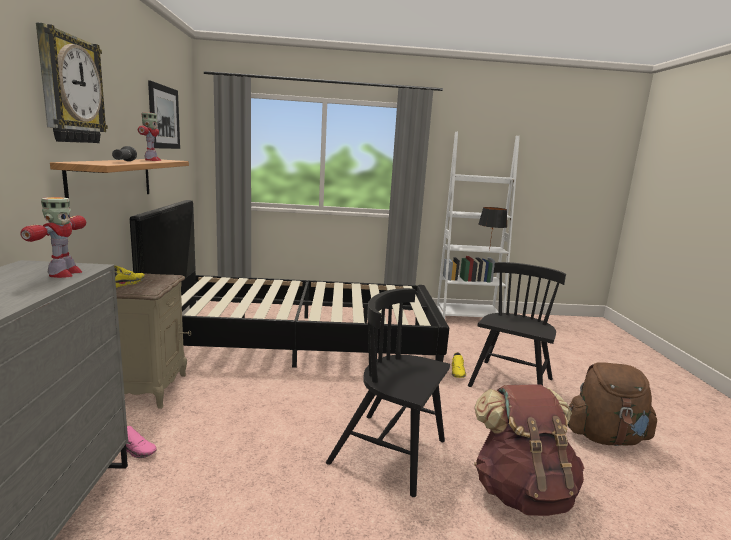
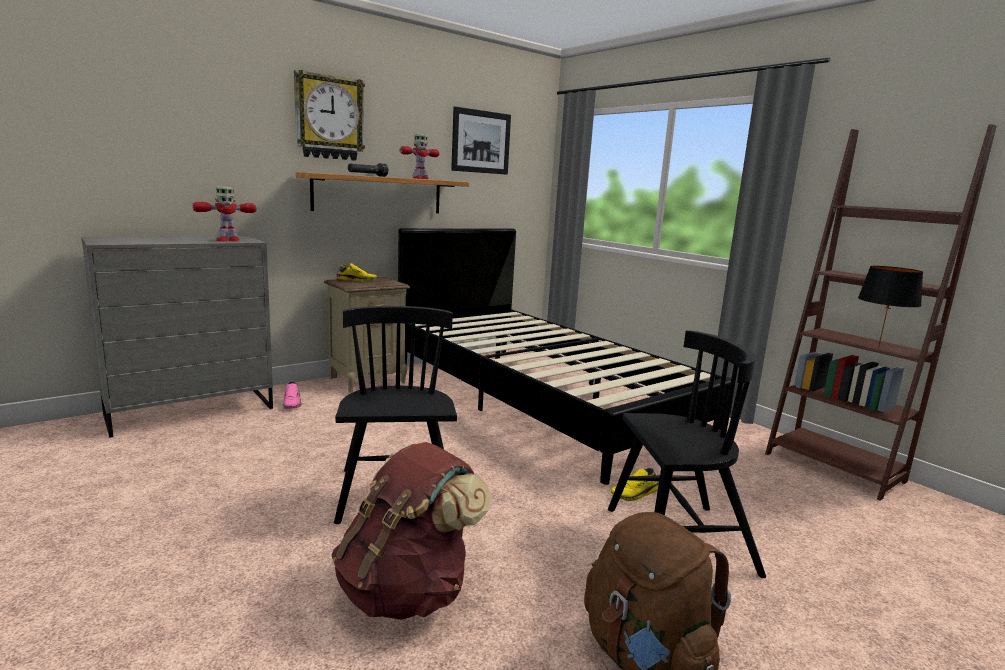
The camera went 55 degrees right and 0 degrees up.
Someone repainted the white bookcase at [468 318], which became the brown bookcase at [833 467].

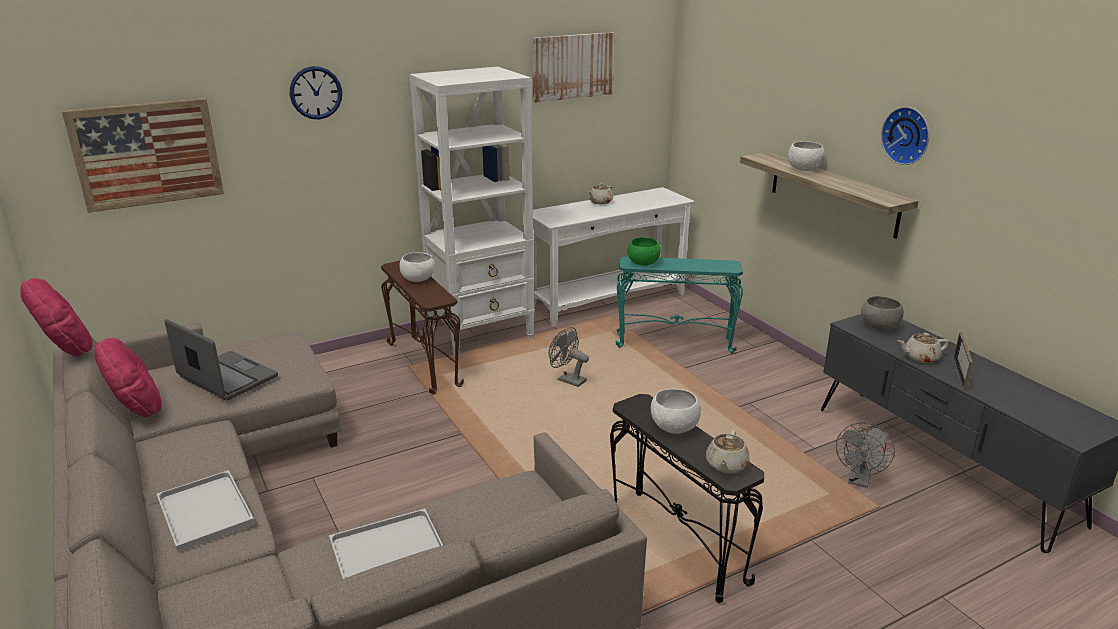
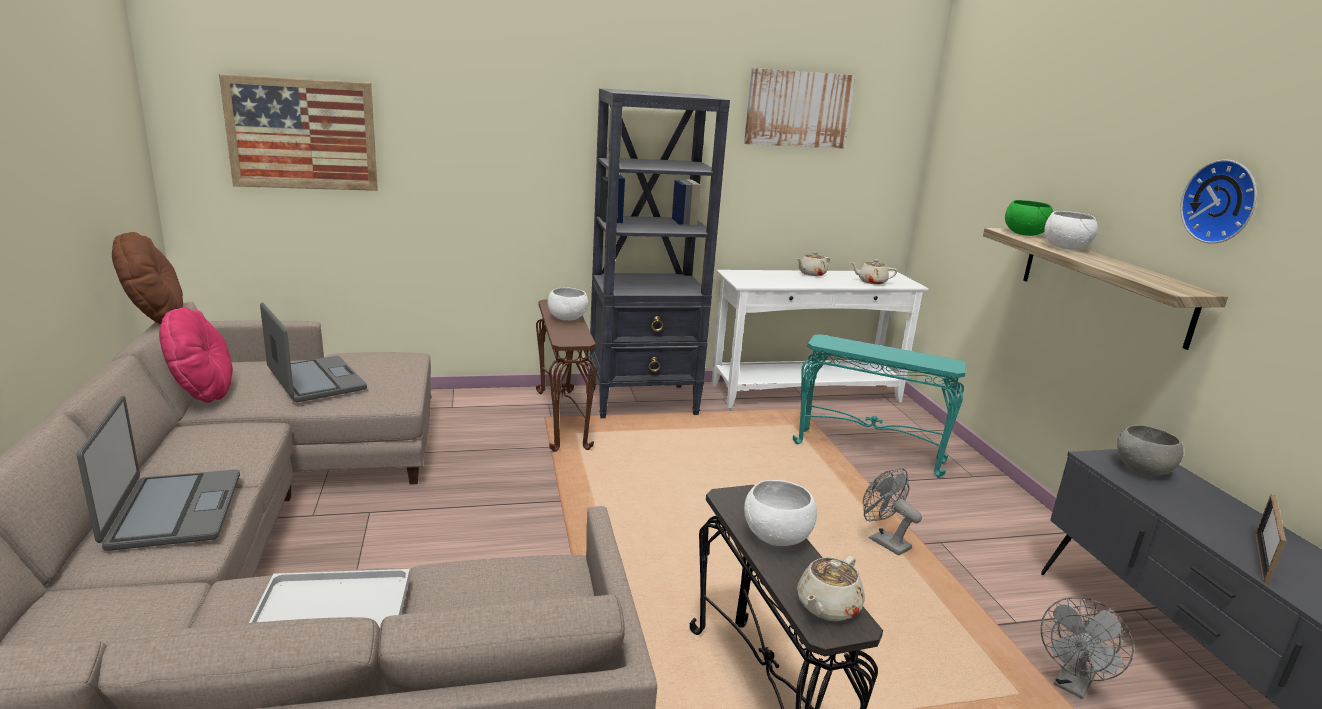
The camera went 15 degrees right and 5 degrees down.
Someone took away the wall clock at [316 92].
Someone carried the grey fan from [567 380] to [883 541].
Someone carried the green bowl from [643 263] to [1025 234].
Someone carried the beige teapot from [920 357] to [871 282].
Someone swapped the white tray at [203 510] for the laptop at [173 511].
Someone repainted the pink pillow at [66 352], which became the brown pillow at [156 319].
Someone repainted the white bookcase at [482 335], which became the black bookcase at [644 402].

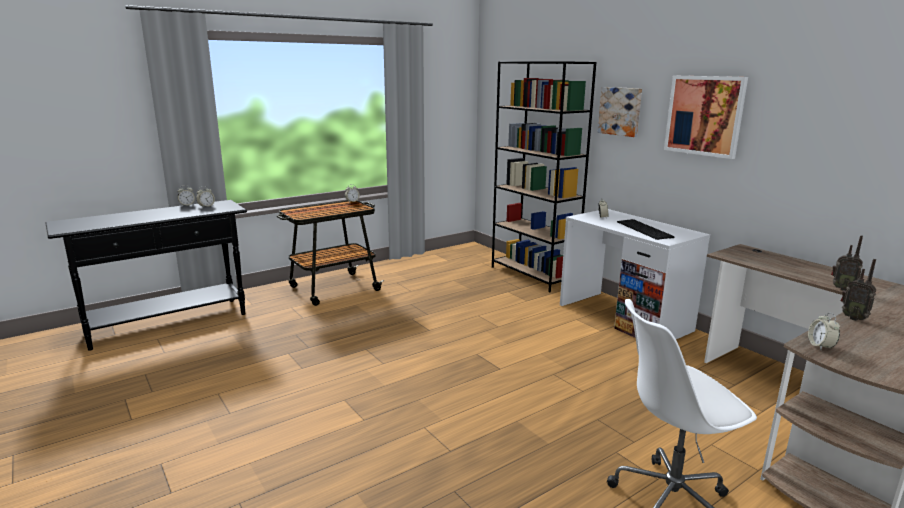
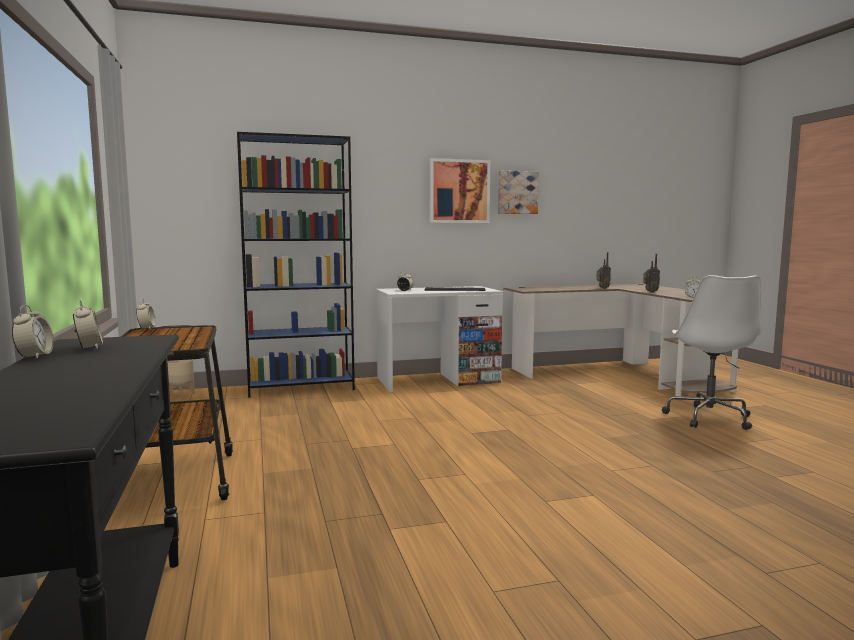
The camera went 70 degrees left and 10 degrees down.
Someone put down the beige planter at [181 395].
Someone carried the picture from [620 111] to [517 192].
Someone repainted the beige bookcase at [534 275], which became the blue bookcase at [301 387].

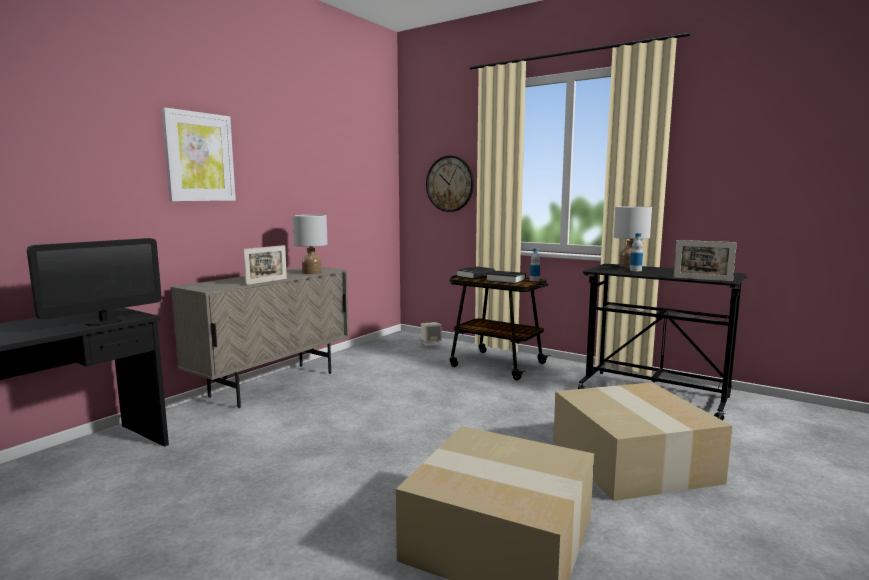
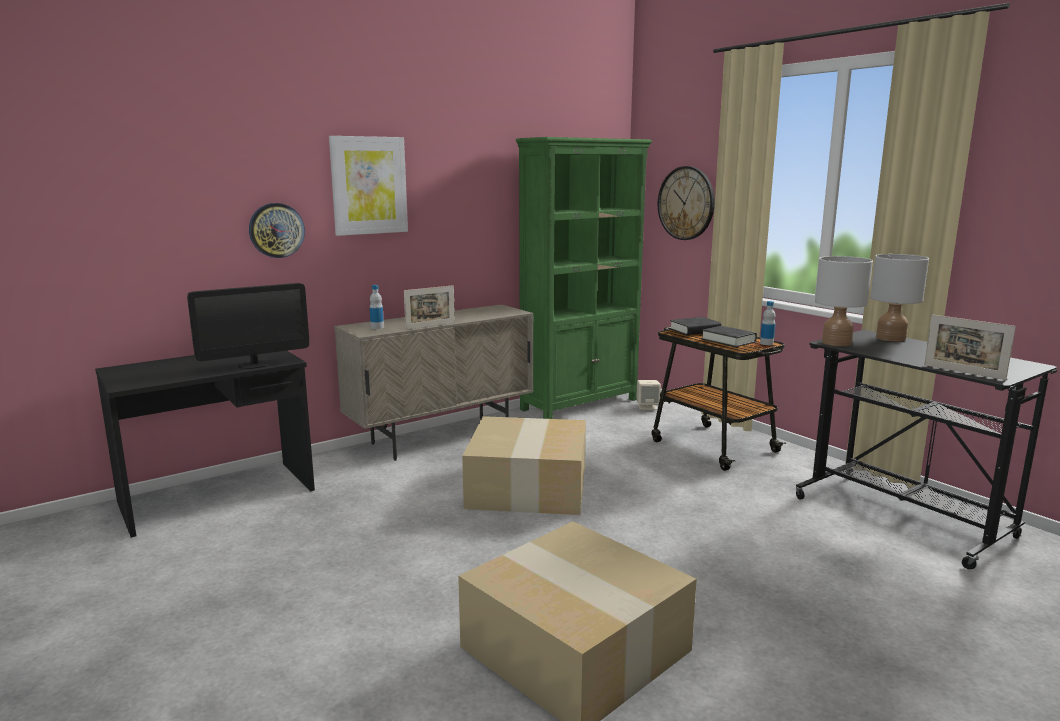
The camera went 20 degrees right and 5 degrees up.
Someone put up the wall clock at [276 230].
Someone put down the green bookcase at [580 404].
Someone carried the grey table lamp from [311 272] to [835 343].
Someone carried the cardboard box from [635 461] to [529 488].
Someone carried the bottle from [635 270] to [377 327].

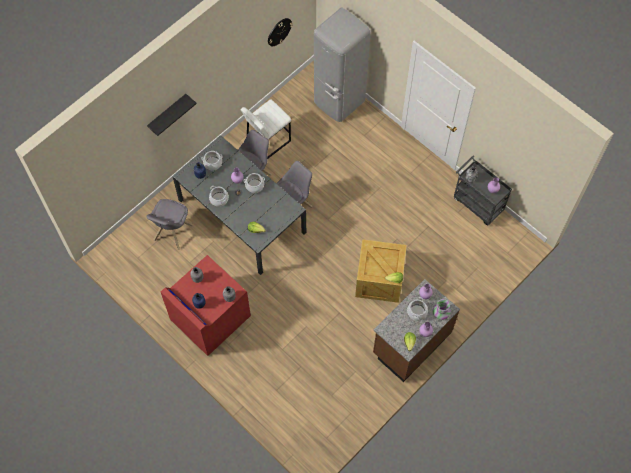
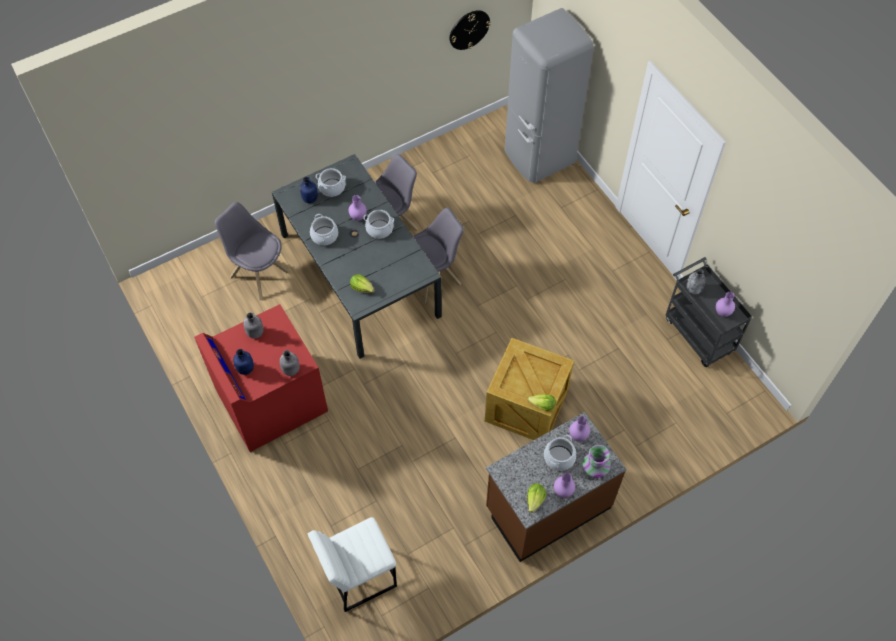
The camera went 15 degrees right and 5 degrees down.
Someone took away the black shelf at [167 114].
Someone carried the white stool from [267 141] to [358 577].
Someone rotated the grey chair at [172 232] by 90 degrees clockwise.

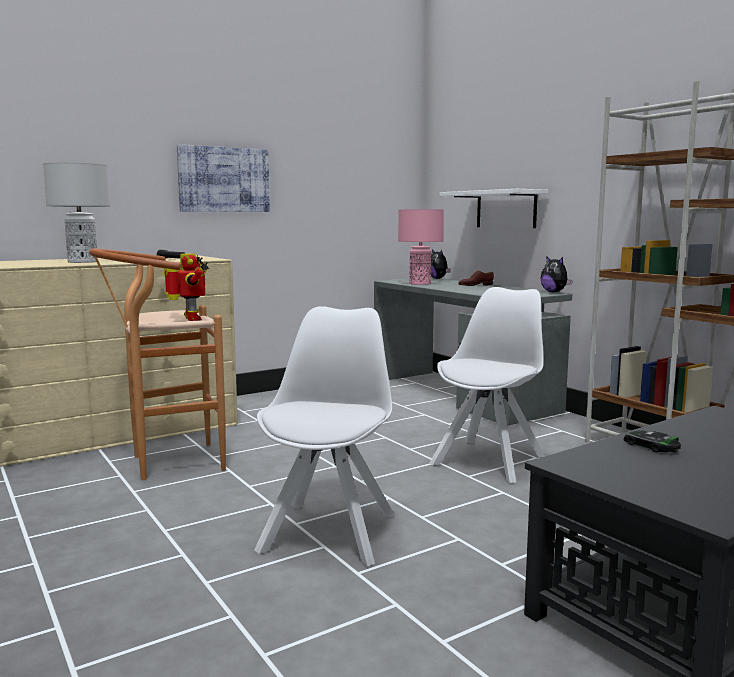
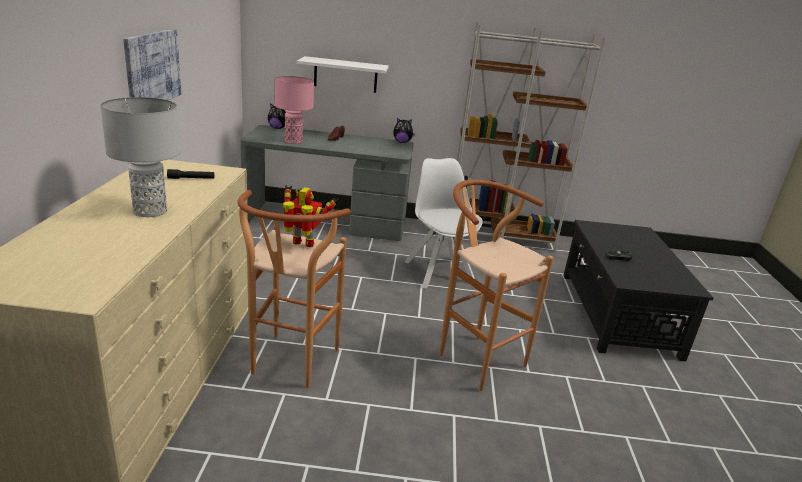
The camera went 55 degrees left and 15 degrees up.
Someone swapped the white chair at [330 531] for the brown stool at [475 357].

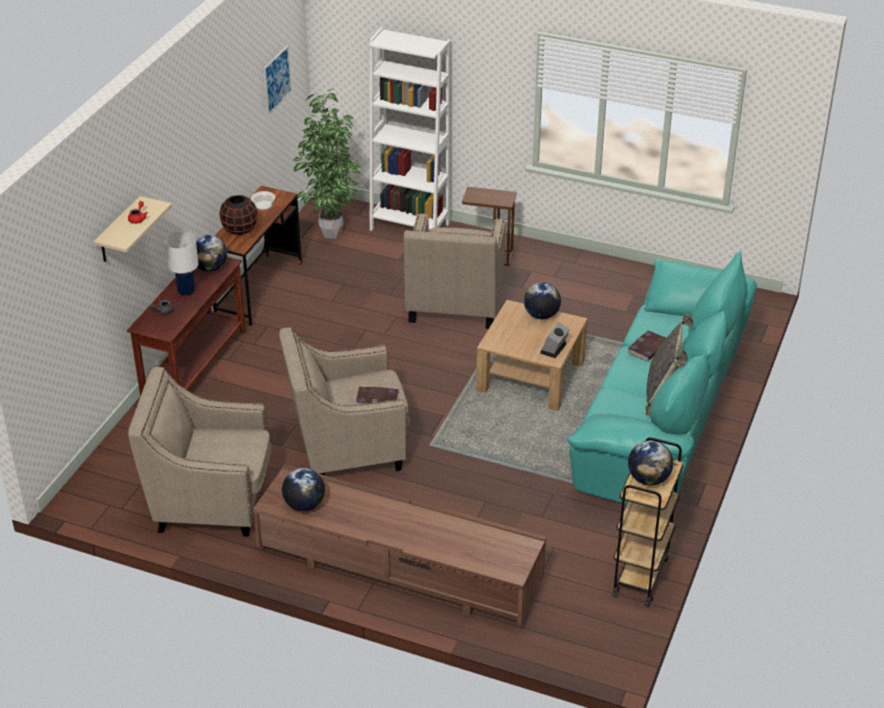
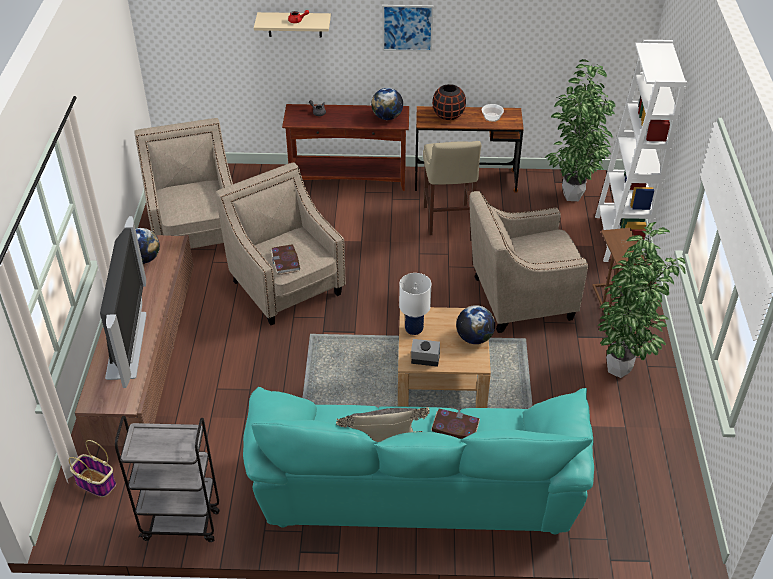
The camera went 70 degrees right and 5 degrees up.
Someone took away the globe at [648 479].
Someone put down the basket at [95 483].
Someone put down the television at [128 344].
Someone put down the beige stool at [448 221].
Someone put down the potted plant at [621 371].
Someone carried the white table lamp from [186 292] to [414 330].
Someone carried the picture from [277 79] to [407 28].
Someone repainted the brown cart at [641 578], which became the grey cart at [180 526].

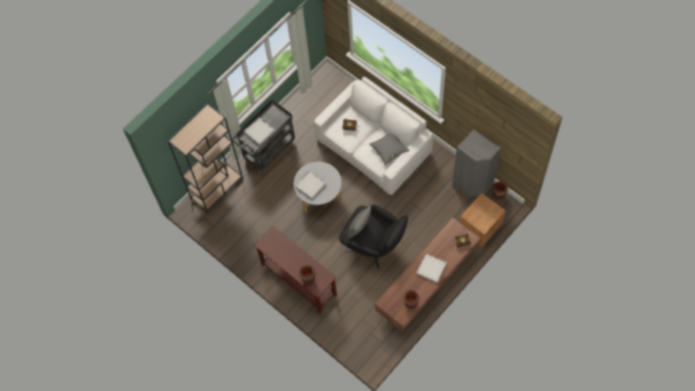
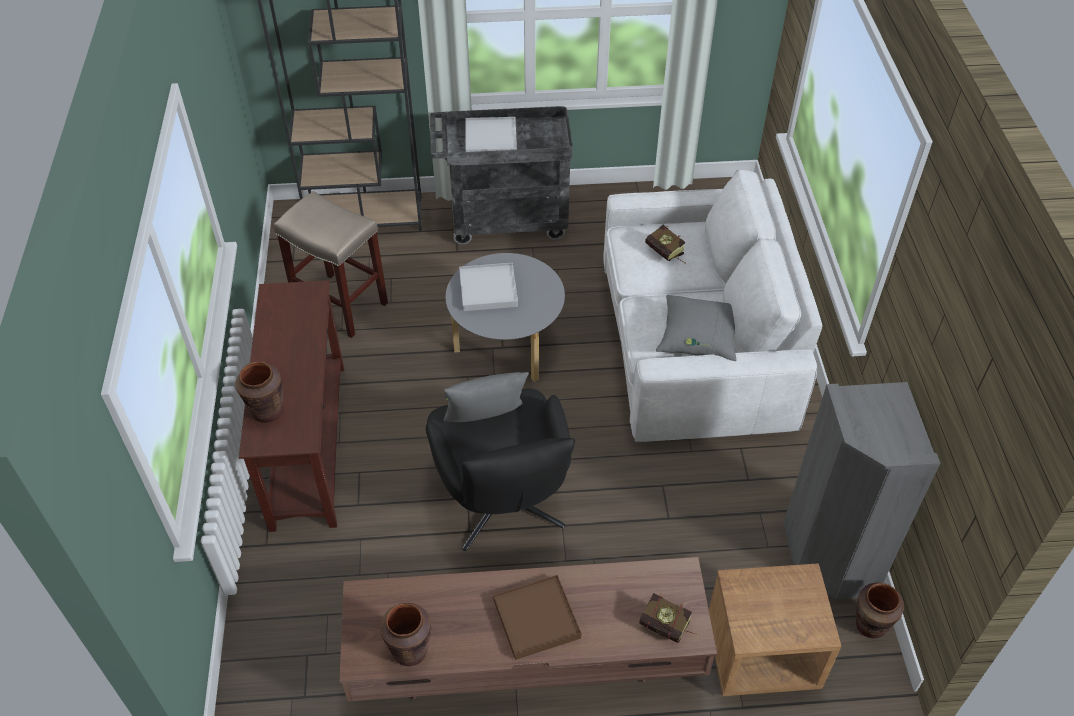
The camera went 40 degrees right and 15 degrees down.
Someone put down the beige stool at [339 305].
Someone repainted the white tray at [431 268], which became the brown tray at [536 618].

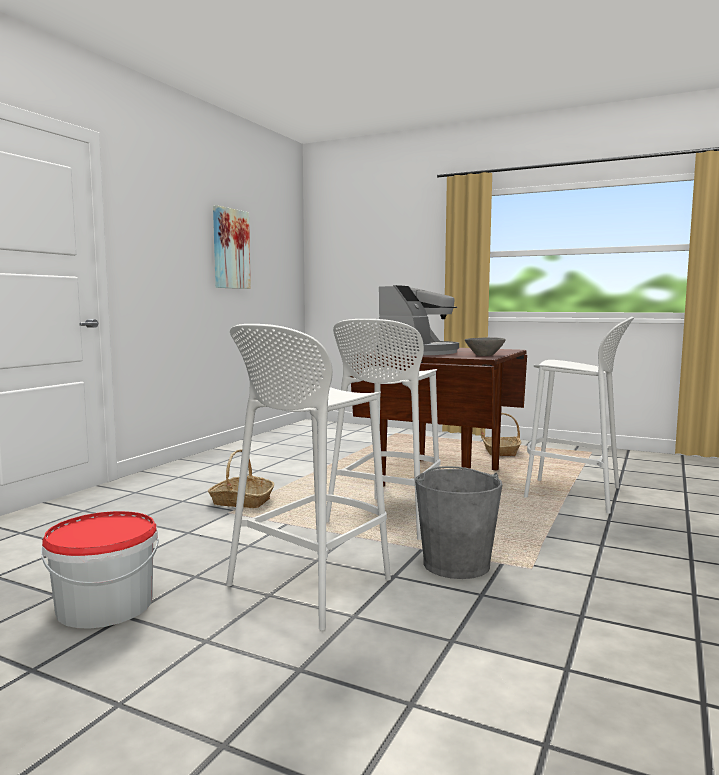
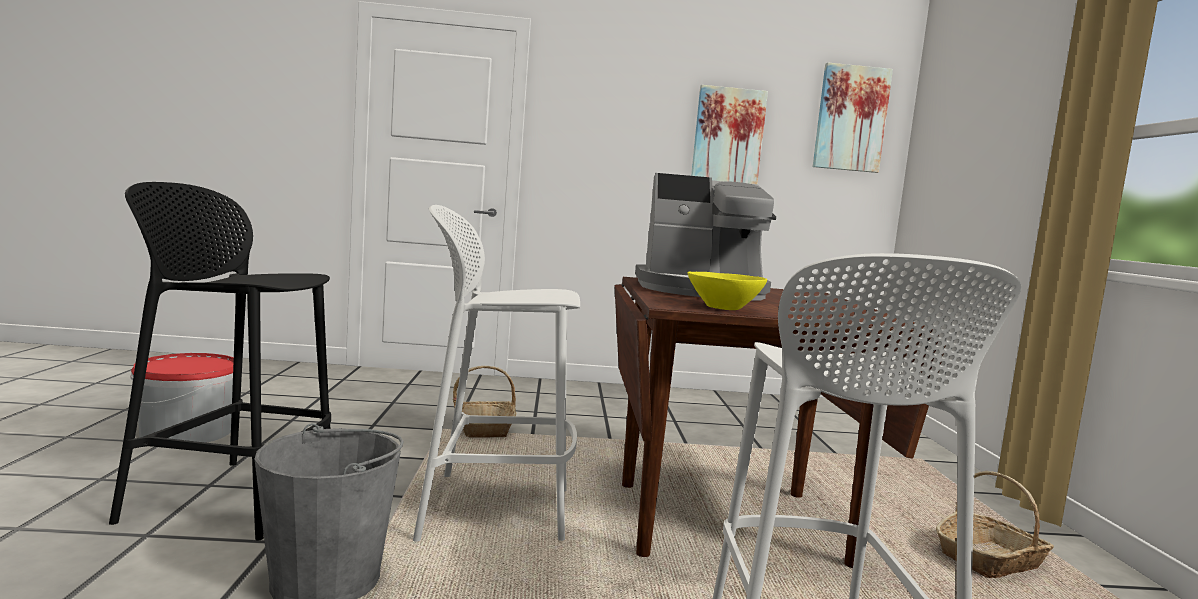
The camera went 60 degrees right and 0 degrees up.
Someone put up the picture at [851 118].
Someone repainted the white stool at [311 586], which became the black stool at [233 500].
Someone repainted the grey bowl at [484 355], which became the yellow bowl at [723 307].

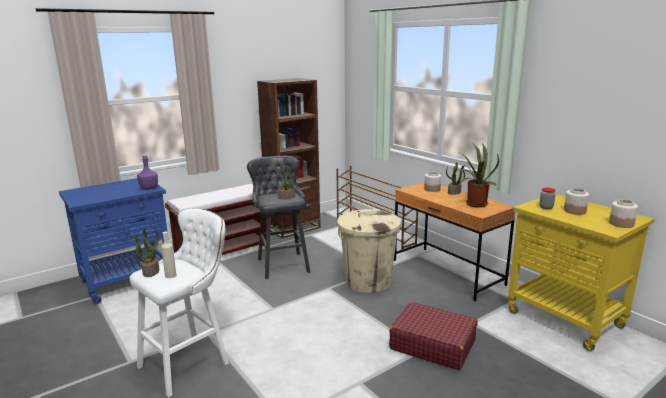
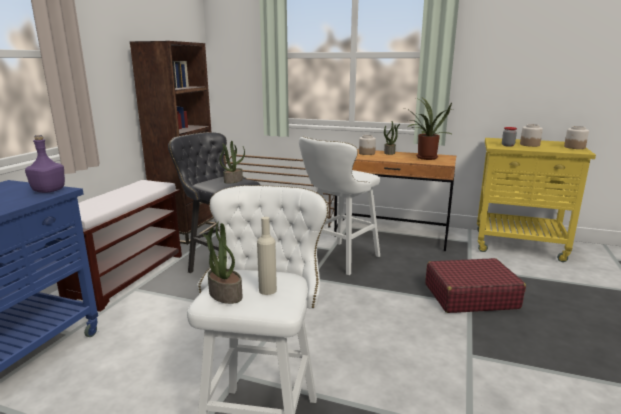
The camera went 35 degrees left and 0 degrees up.
Someone swapped the beige trash can at [368 281] for the white stool at [338 260].

